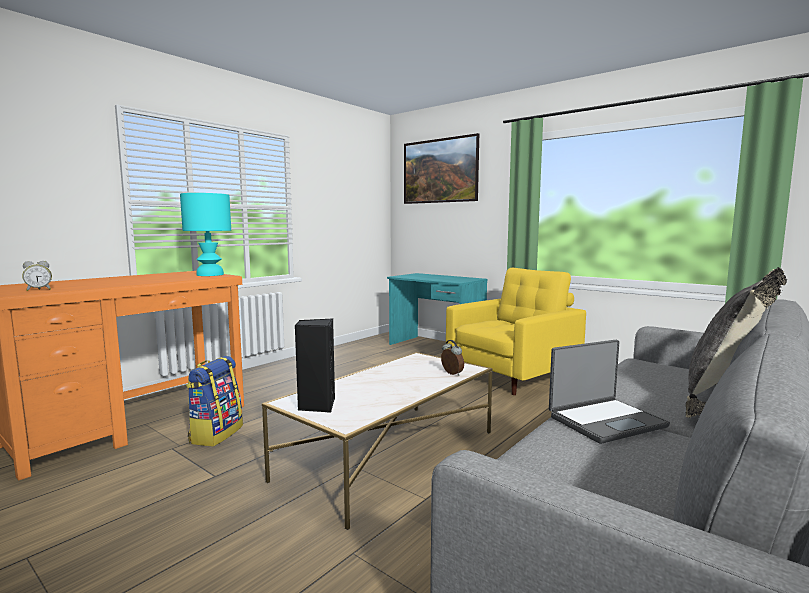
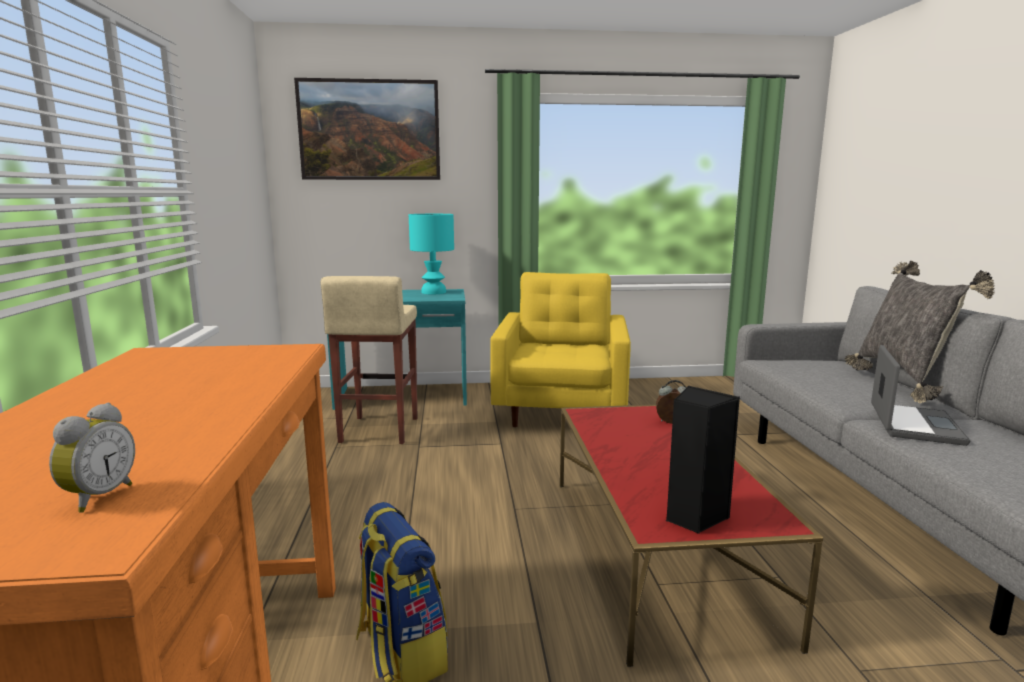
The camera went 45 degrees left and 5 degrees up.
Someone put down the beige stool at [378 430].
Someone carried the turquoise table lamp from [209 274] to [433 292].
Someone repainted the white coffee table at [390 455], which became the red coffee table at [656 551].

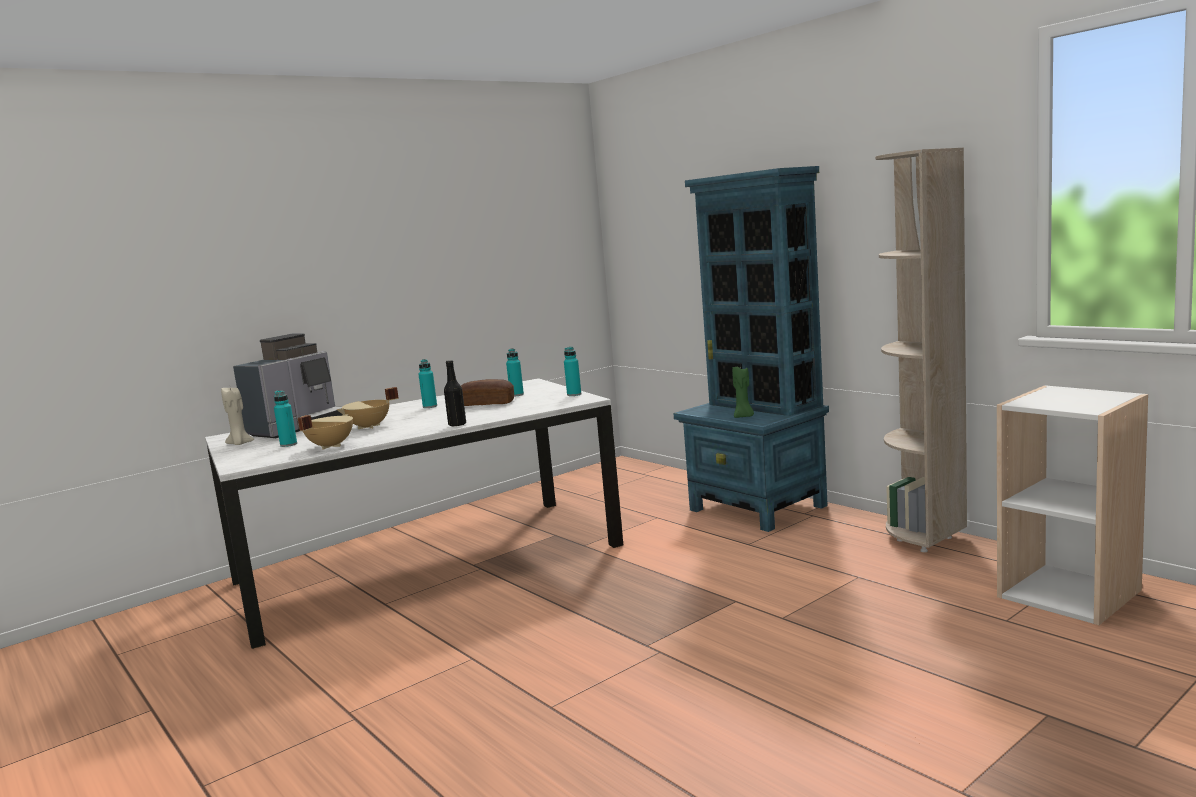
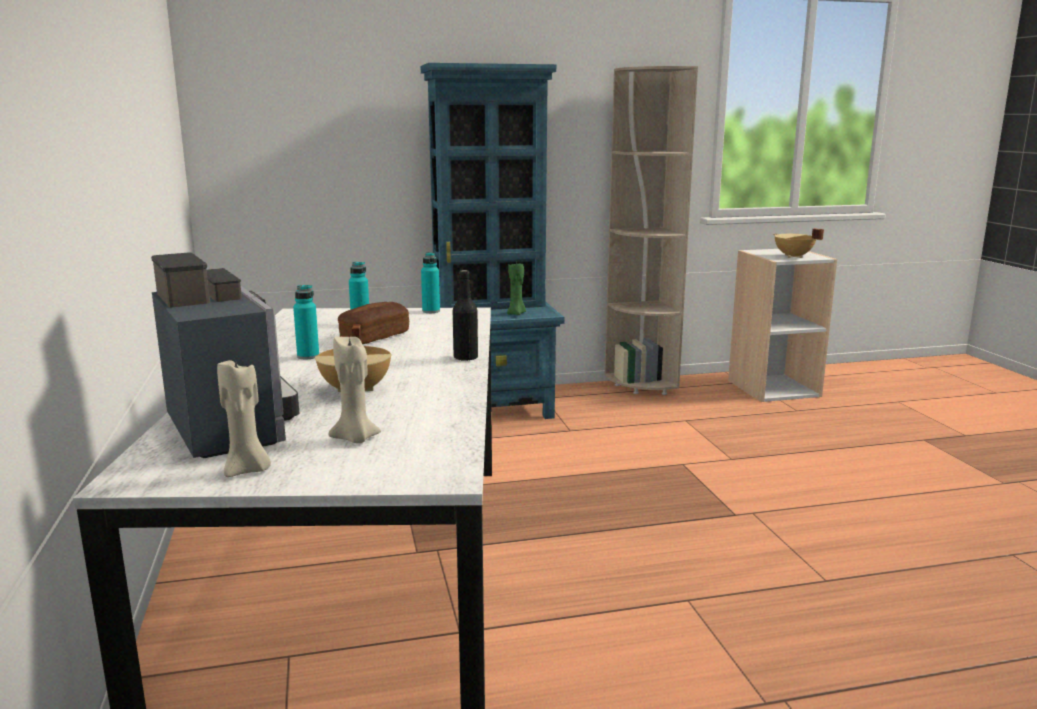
The camera went 65 degrees left and 5 degrees up.
Someone carried the beige cooking pot from [329 446] to [793 256].
Someone swapped the turquoise bottle at [288 444] for the beige candle at [355 439].

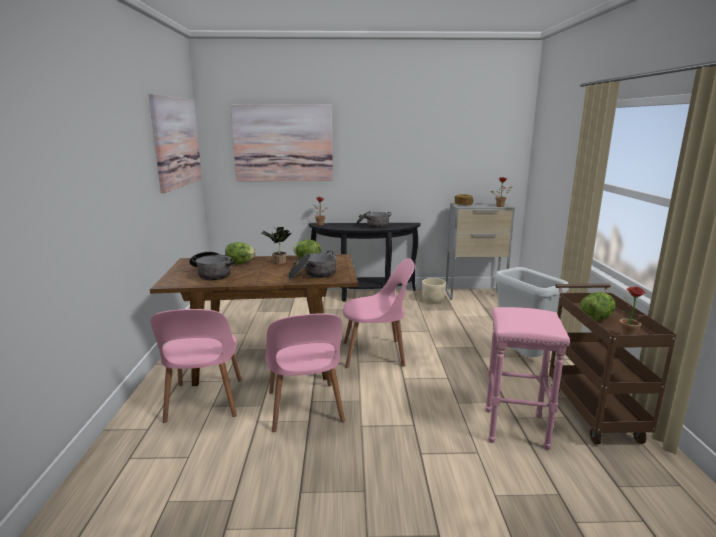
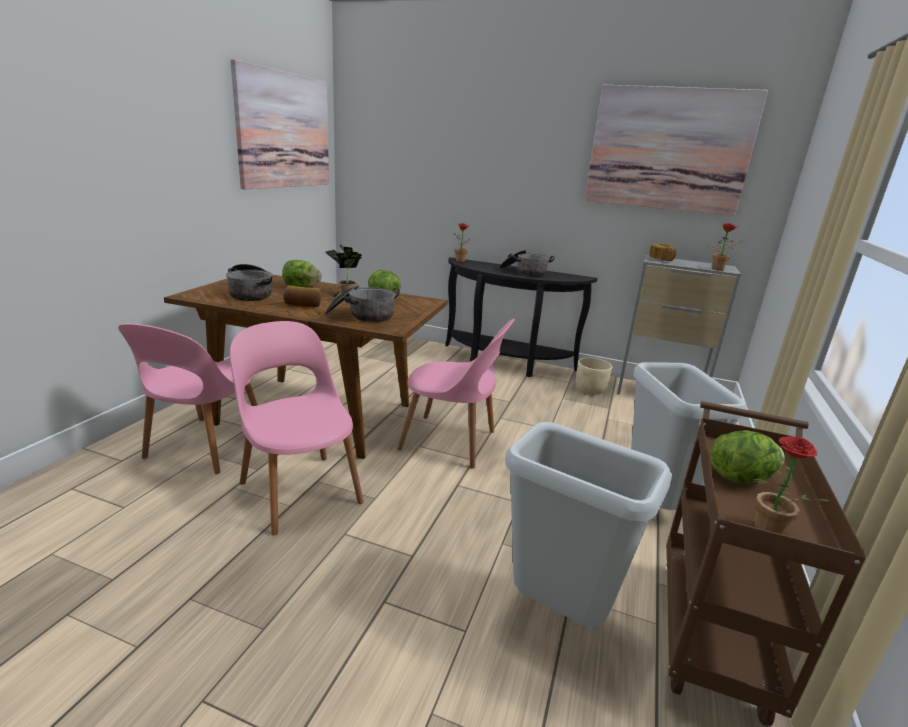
The camera went 20 degrees right and 5 degrees up.
Someone put down the bread at [303 305].
Someone carried the picture from [283 143] to [668 150].
Someone swapped the pink stool at [517 427] for the grey trash can at [559 613].
Someone rotated the pink chair at [304 409] by 135 degrees clockwise.

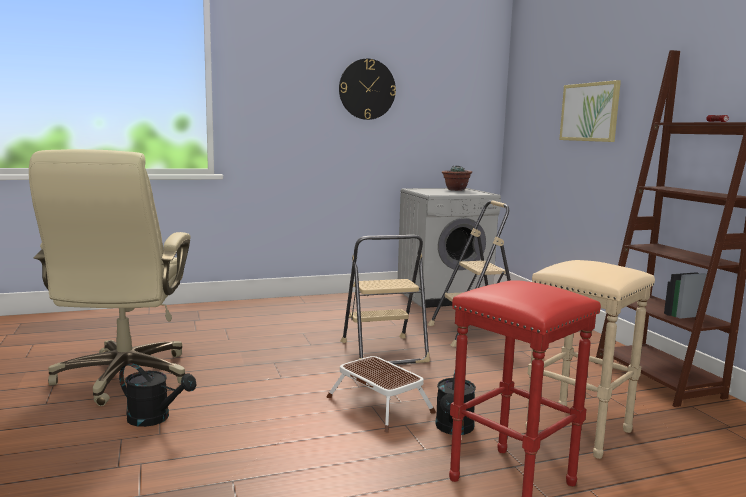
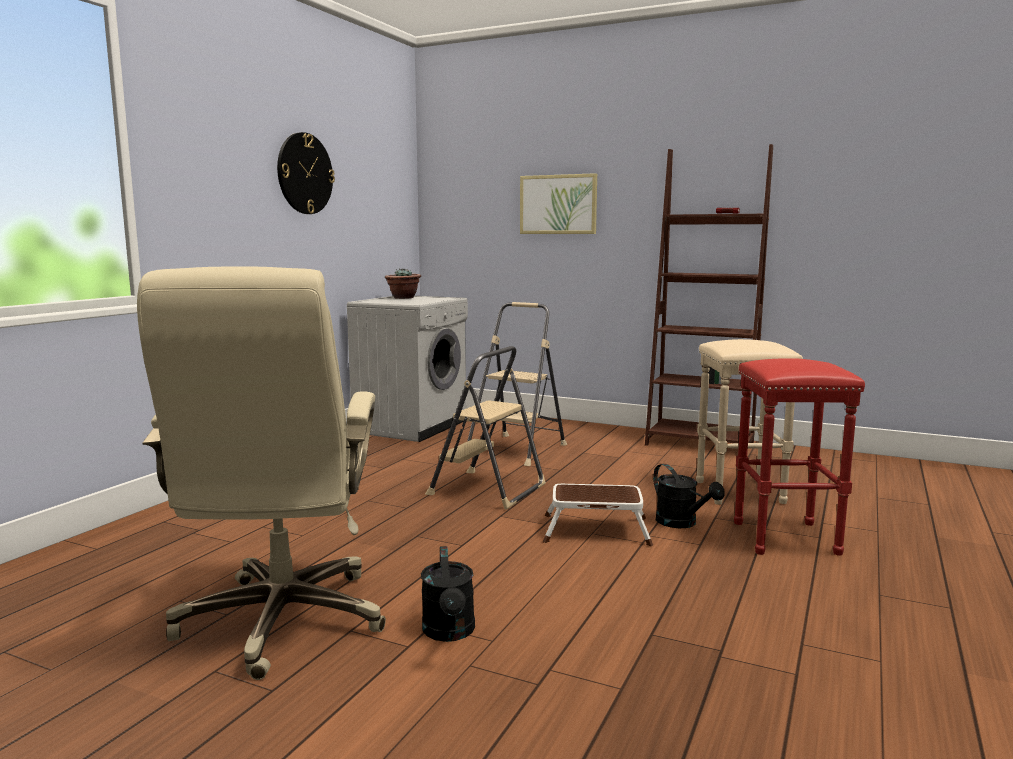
The camera went 45 degrees left and 0 degrees up.
Someone rotated the beige office chair at [126 374] by 45 degrees clockwise.
Someone rotated the black watering can at [155 419] by 105 degrees clockwise.

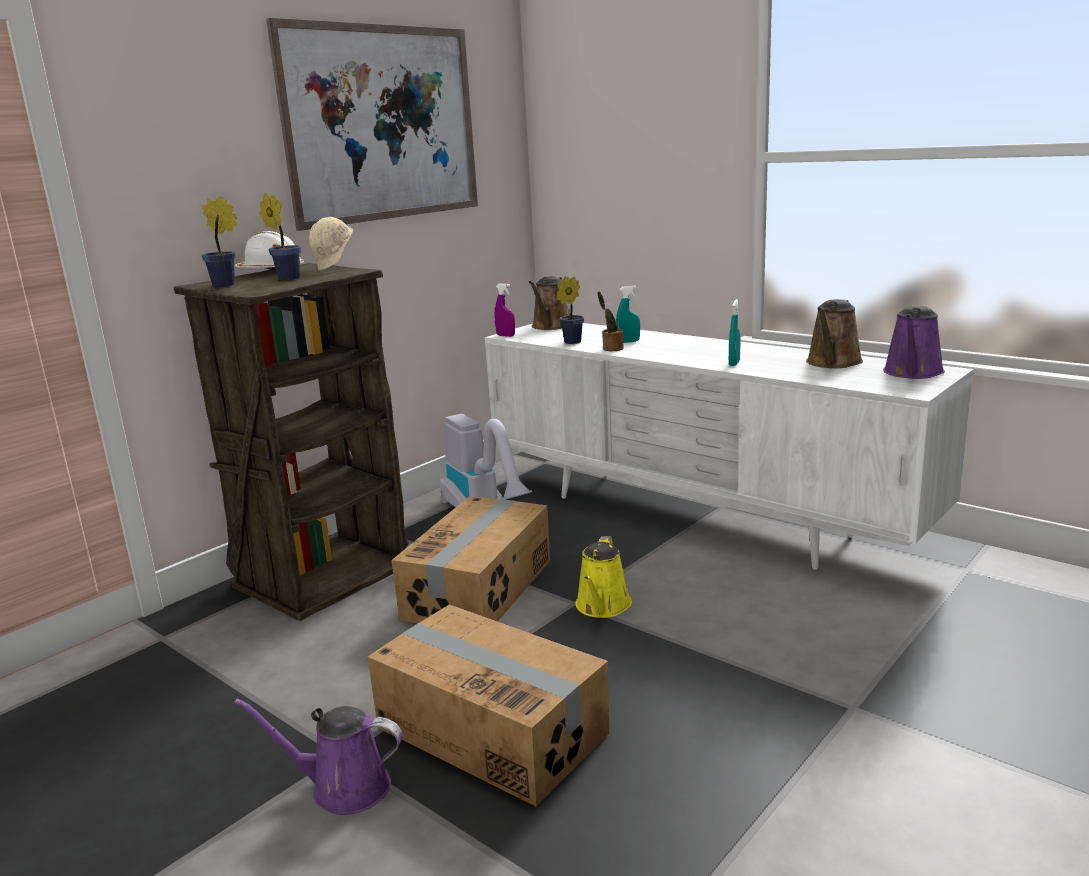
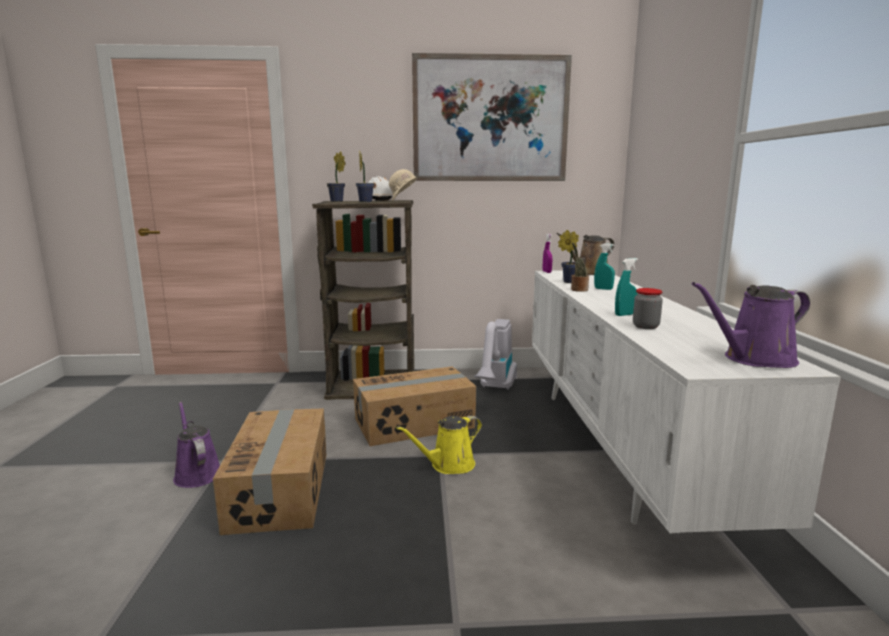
The camera went 45 degrees right and 5 degrees down.
Someone took away the brown watering can at [833 363].
Someone put down the jar at [645 326].

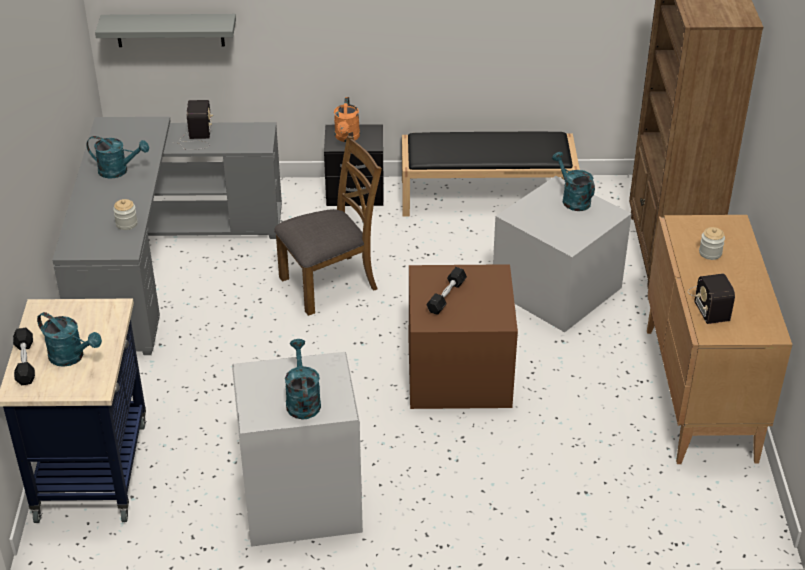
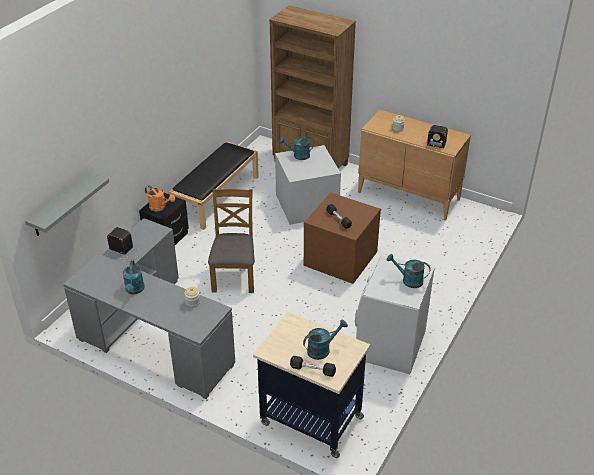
The camera went 60 degrees left and 0 degrees up.
Someone rotated the turquoise watering can at [118 171] by 135 degrees clockwise.

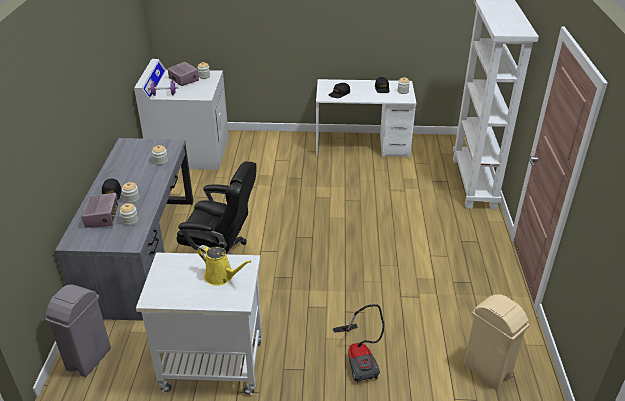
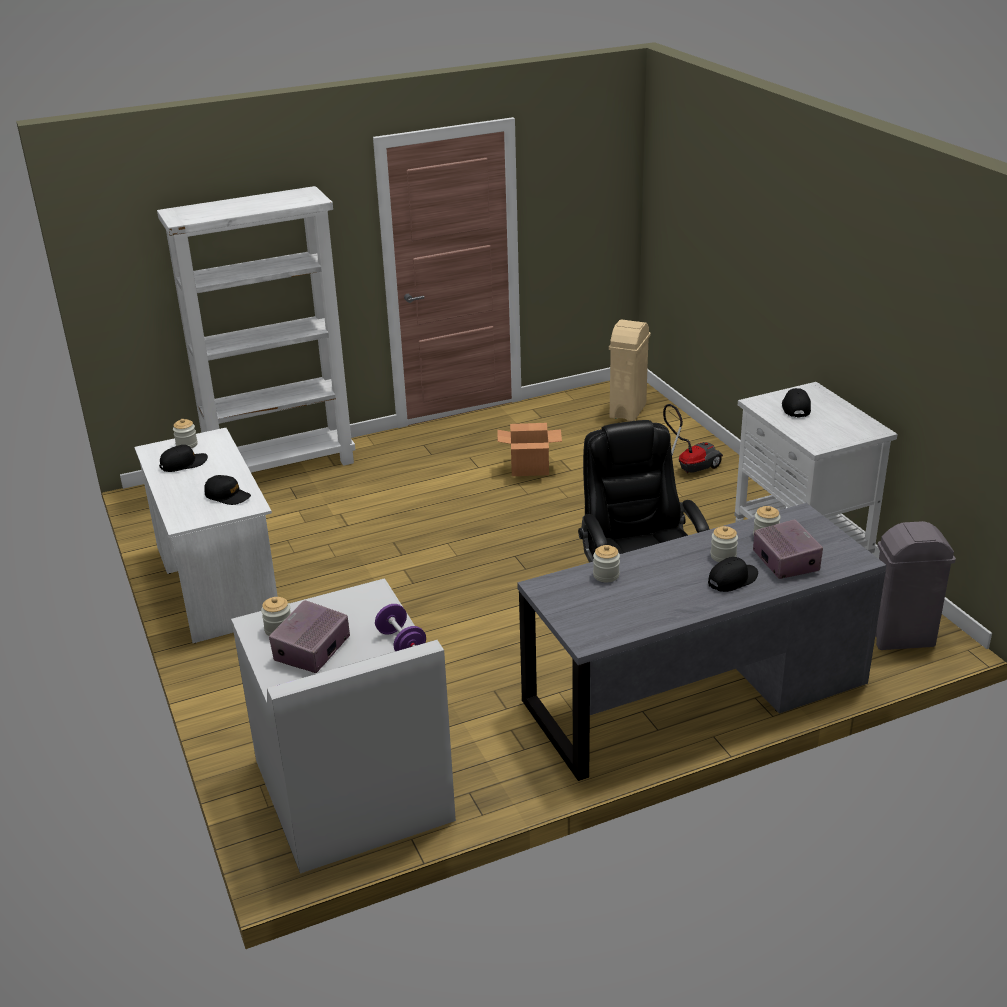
The camera went 115 degrees left and 5 degrees down.
Someone put down the cardboard box at [530 469].
Someone swapped the yellow watering can at [221 276] for the black cap at [795 408].
Someone rotated the radio at [102 217] by 105 degrees clockwise.

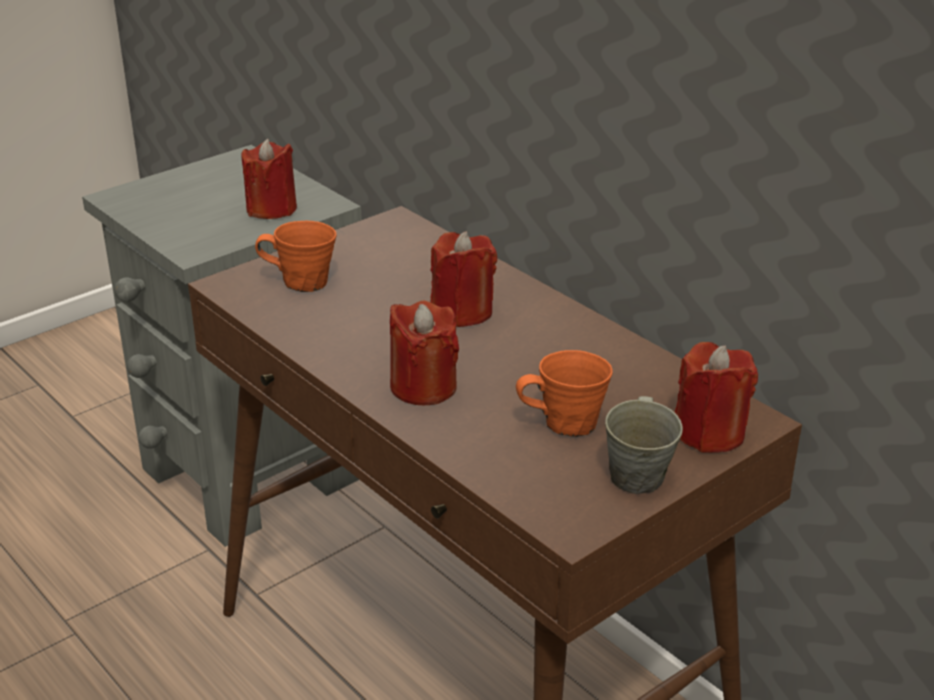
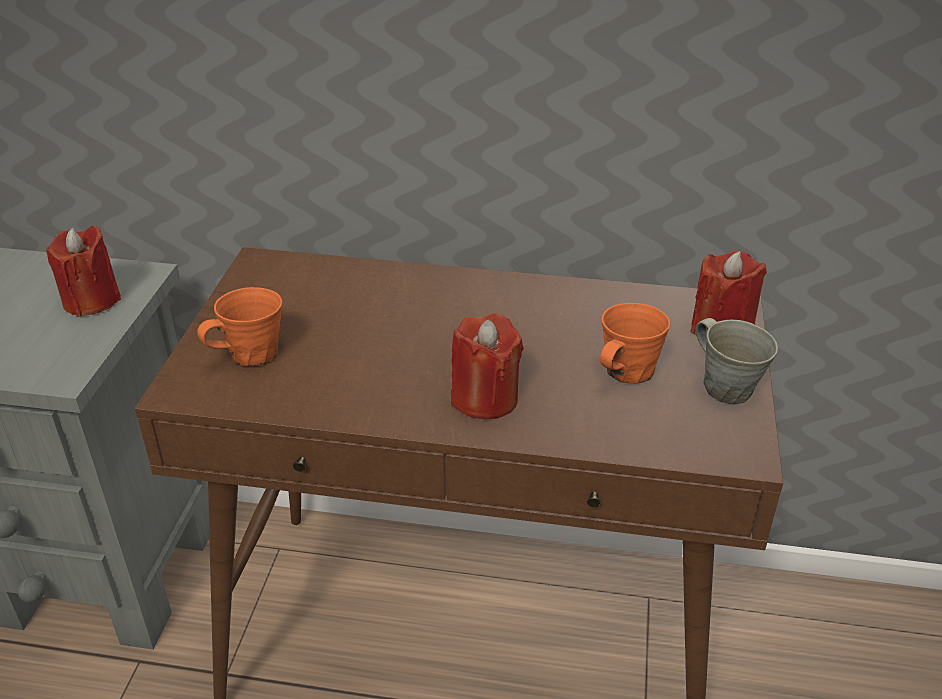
The camera went 40 degrees left and 5 degrees up.
Someone took away the red candle at [462 311].

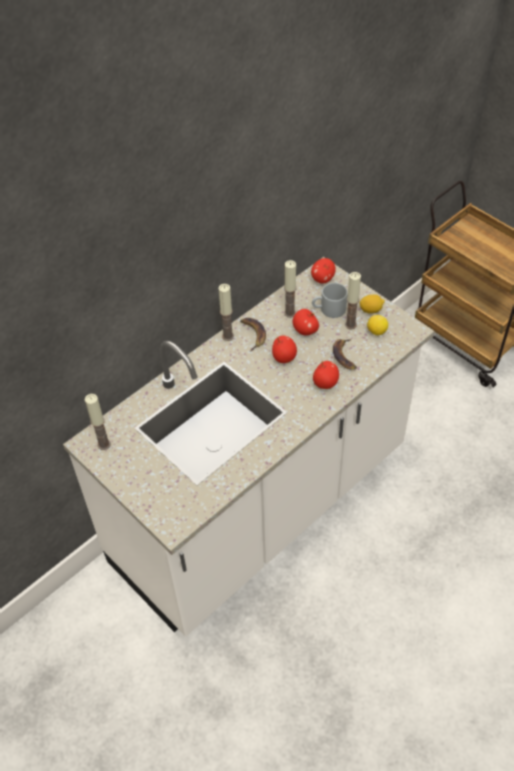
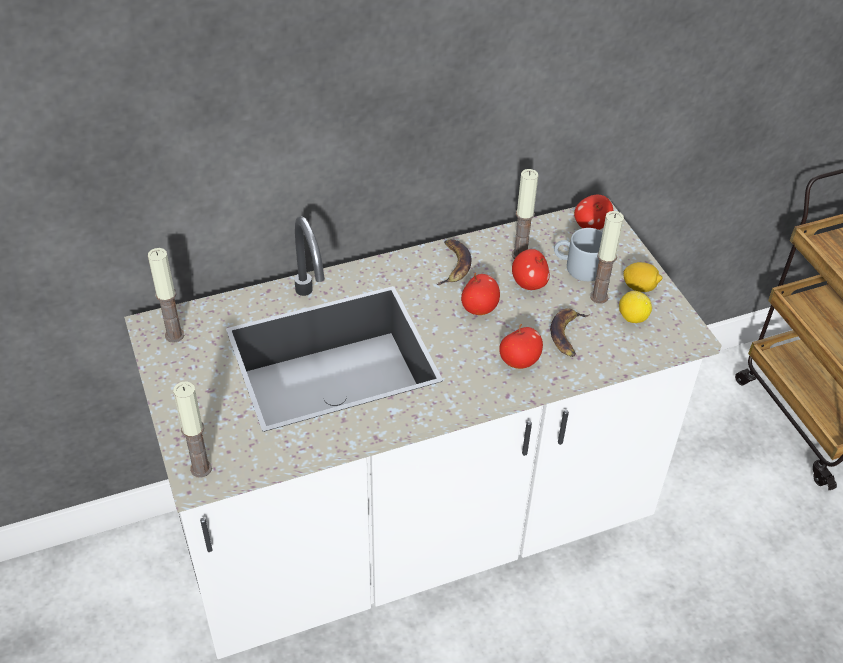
The camera went 20 degrees right and 5 degrees down.
Someone carried the candle from [228 336] to [201 468].

